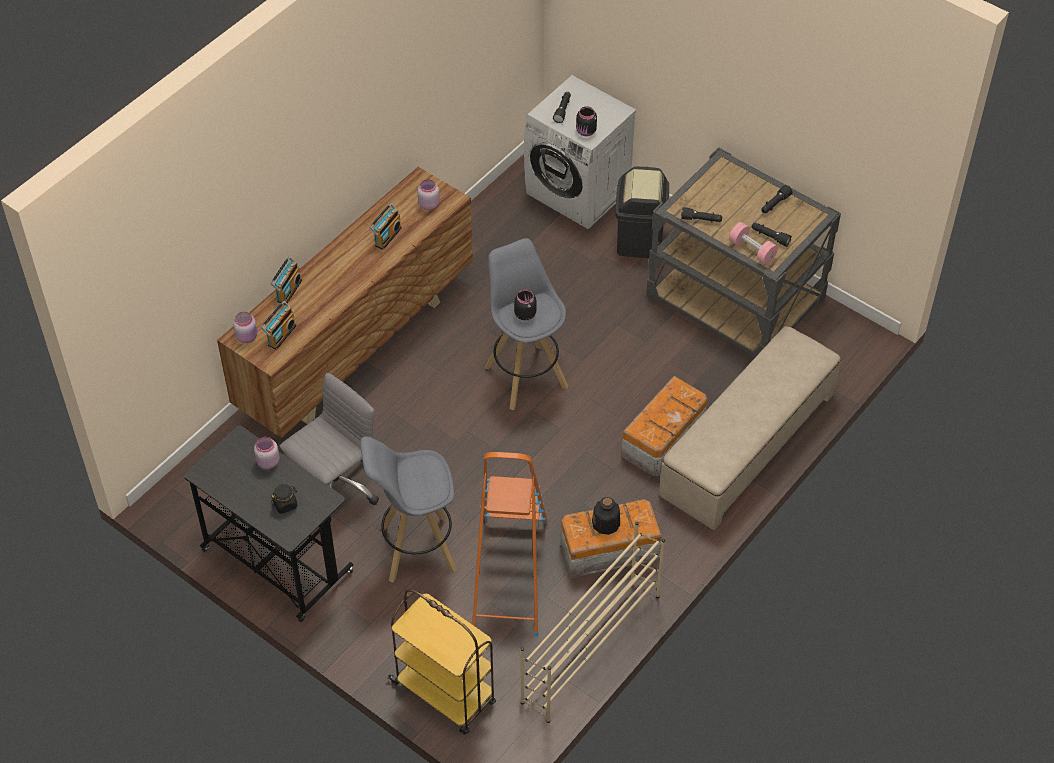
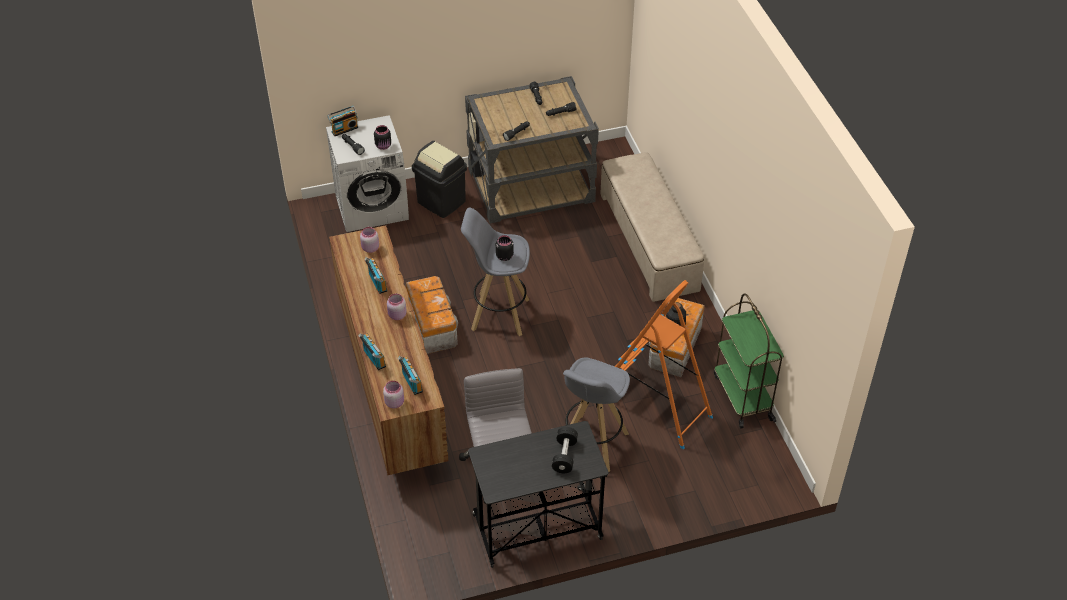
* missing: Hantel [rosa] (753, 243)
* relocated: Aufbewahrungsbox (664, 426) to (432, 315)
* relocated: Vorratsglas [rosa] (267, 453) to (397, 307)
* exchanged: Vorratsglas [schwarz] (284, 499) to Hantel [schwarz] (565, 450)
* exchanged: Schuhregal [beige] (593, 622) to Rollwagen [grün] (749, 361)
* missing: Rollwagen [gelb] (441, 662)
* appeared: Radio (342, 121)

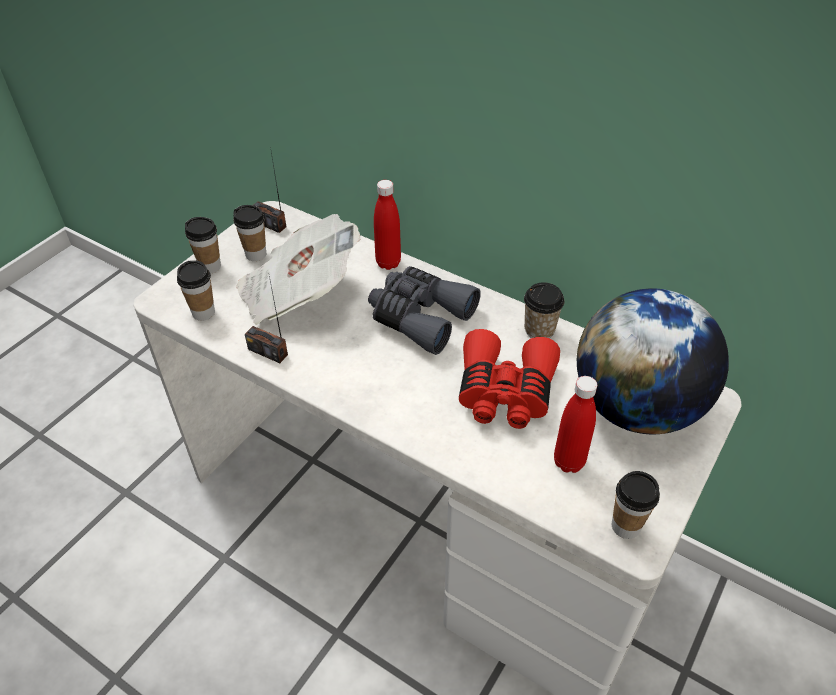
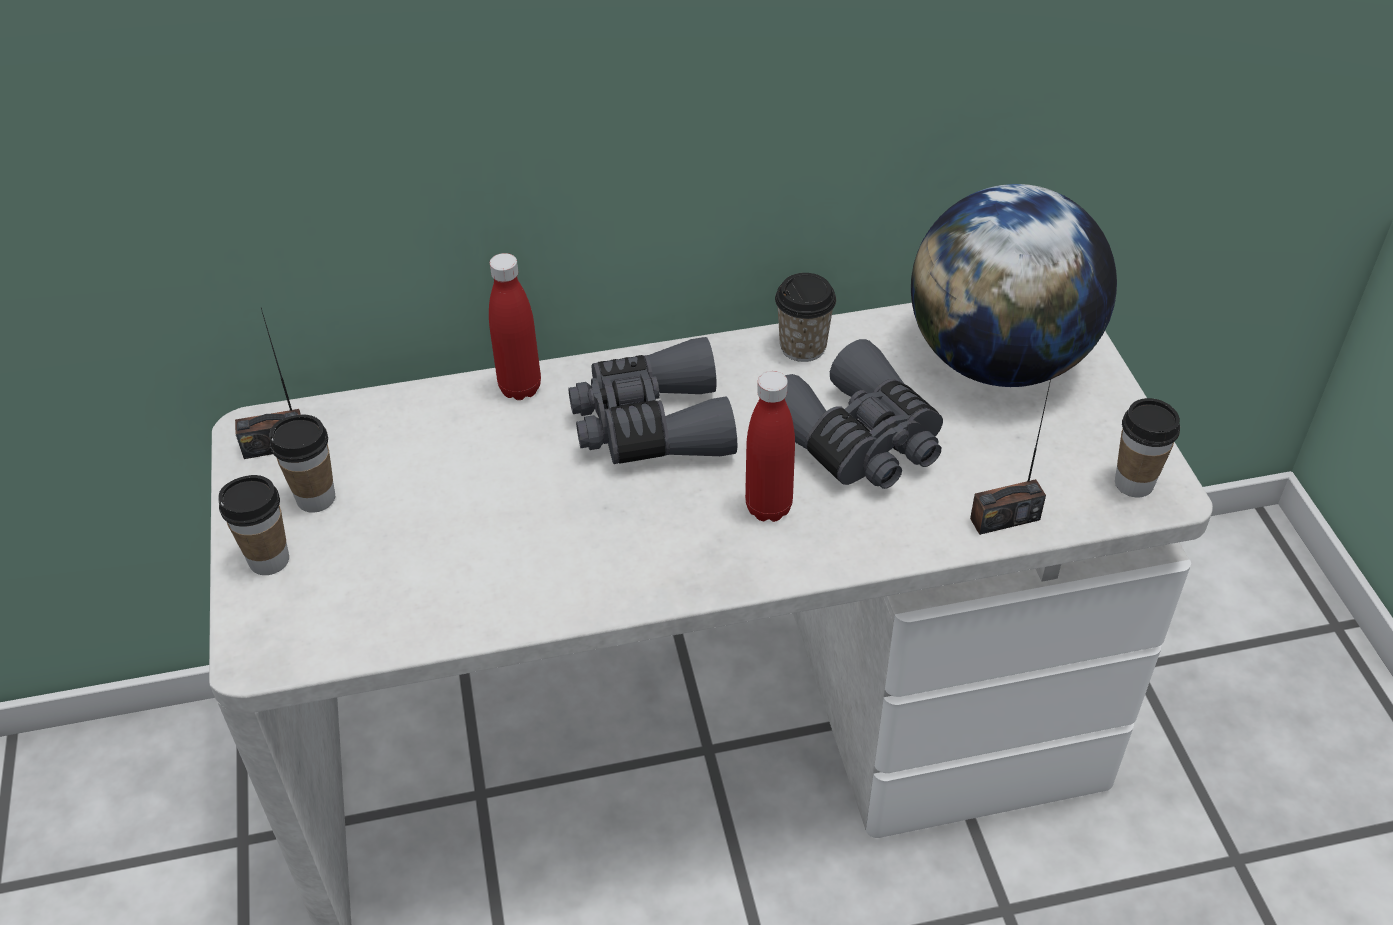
* missing: Zeitung (298, 269)
* missing: Tasse (196, 290)
* relocated: Radio (266, 319) to (1010, 457)
* colour: Fernglas [rot] (509, 379) to Fernglas [grau] (864, 414)
* relocated: Flasche [rot] (575, 424) to (770, 446)

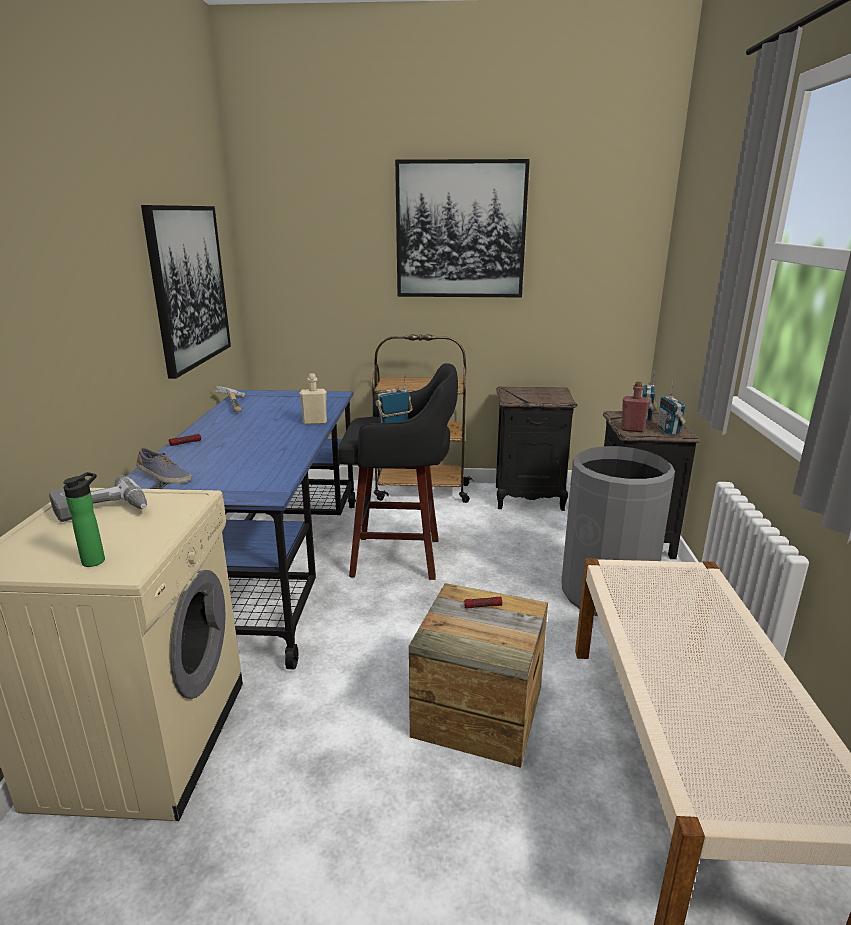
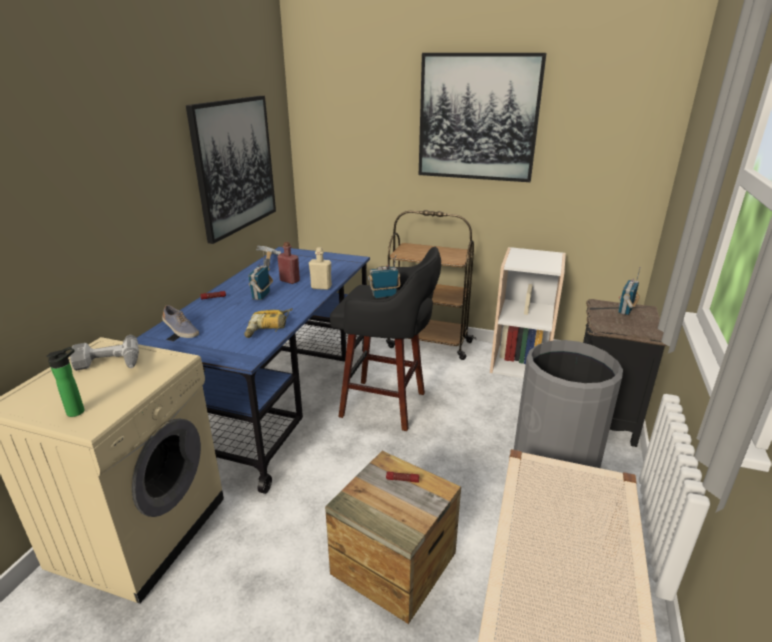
* relocated: Radio (672, 407) to (260, 276)
* relocated: Flasche [rot] (635, 407) to (288, 263)
* exchanged: Nachttisch [schwarz] (537, 448) to Bücherregal (528, 312)
* appeared: Bohrmaschine (268, 323)

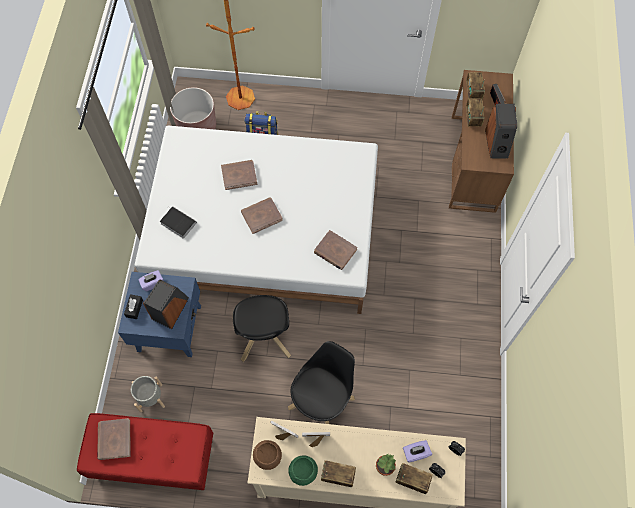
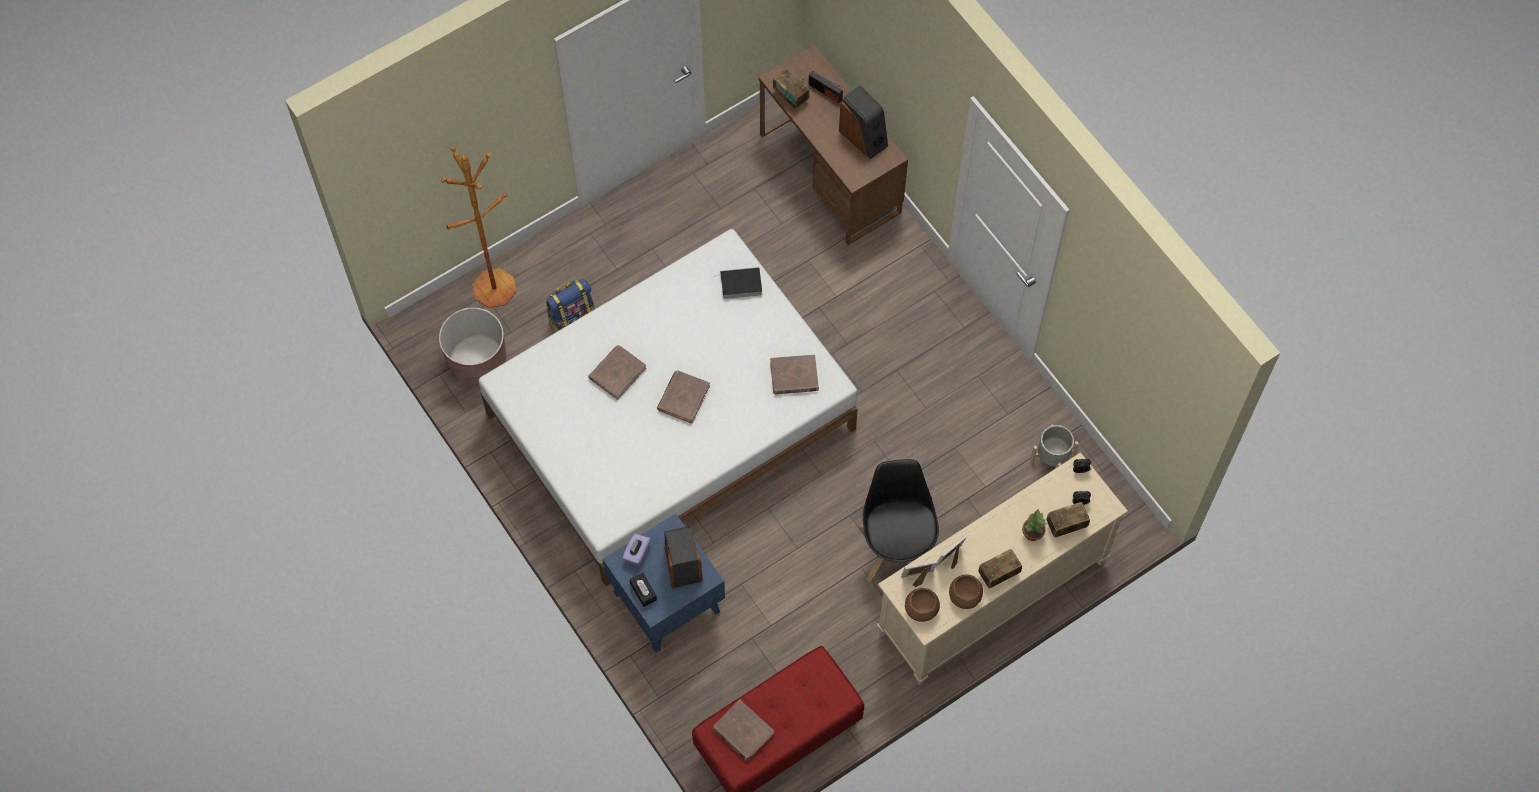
* missing: Radio (475, 112)
* relocated: Buch (178, 222) to (737, 283)
* missing: Stuhl [schwarz] (262, 328)
* relocated: Pflanzkübel [grau] (148, 394) to (1054, 447)
* missing: Taschentuchbox [lila] (417, 451)
* colour: Schüssel [grün] (303, 470) to Schüssel [braun] (966, 592)

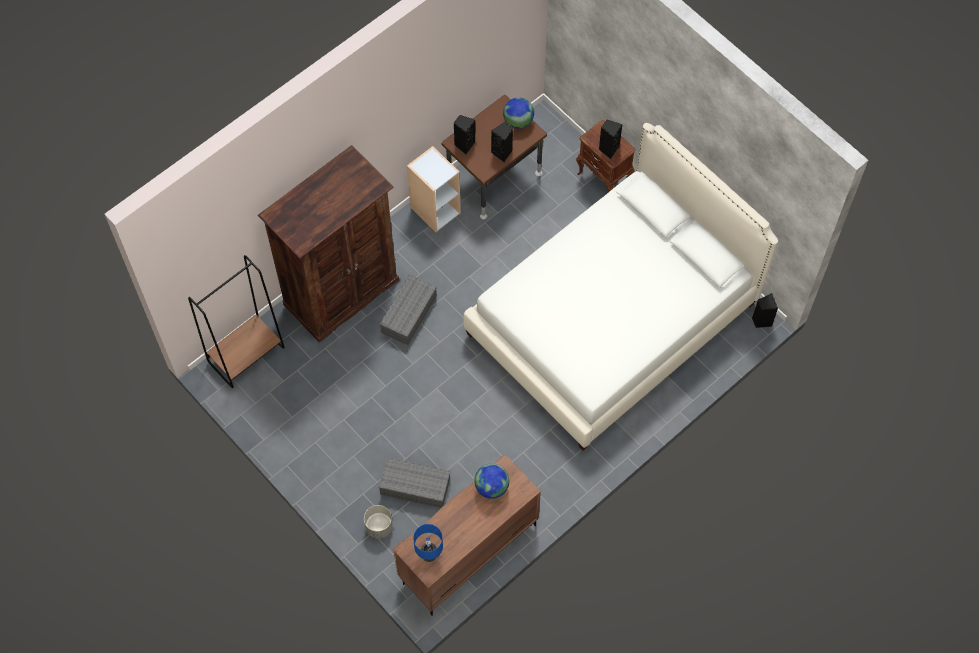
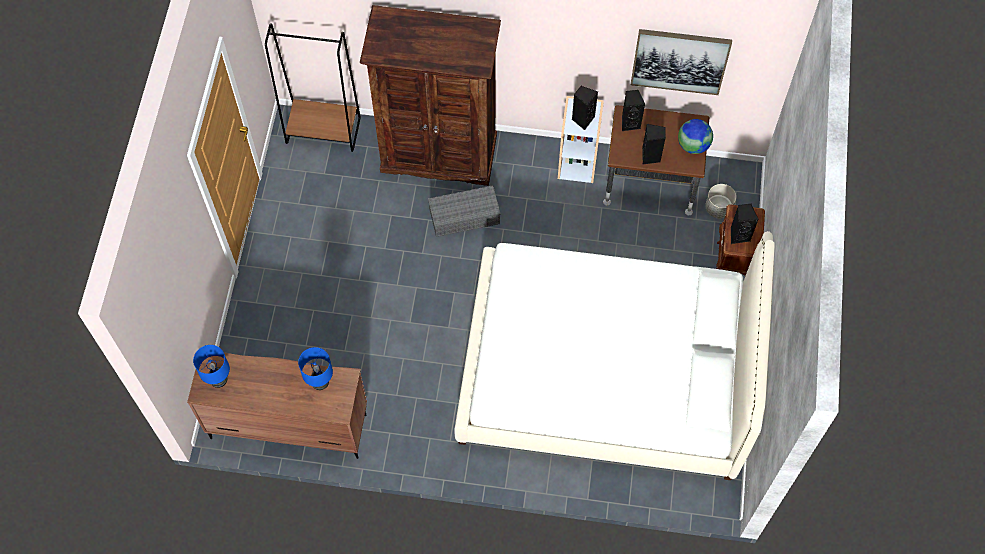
* relocated: Lautsprecher [schwarz] (765, 310) to (585, 108)
* missing: Aufbewahrungsbox [grau] (414, 483)
* exchanged: Globus (491, 481) to Tischlampe [blau] (315, 368)
* relocated: Pflanzkübel [grau] (378, 521) to (720, 201)
* appeared: Bild (681, 62)

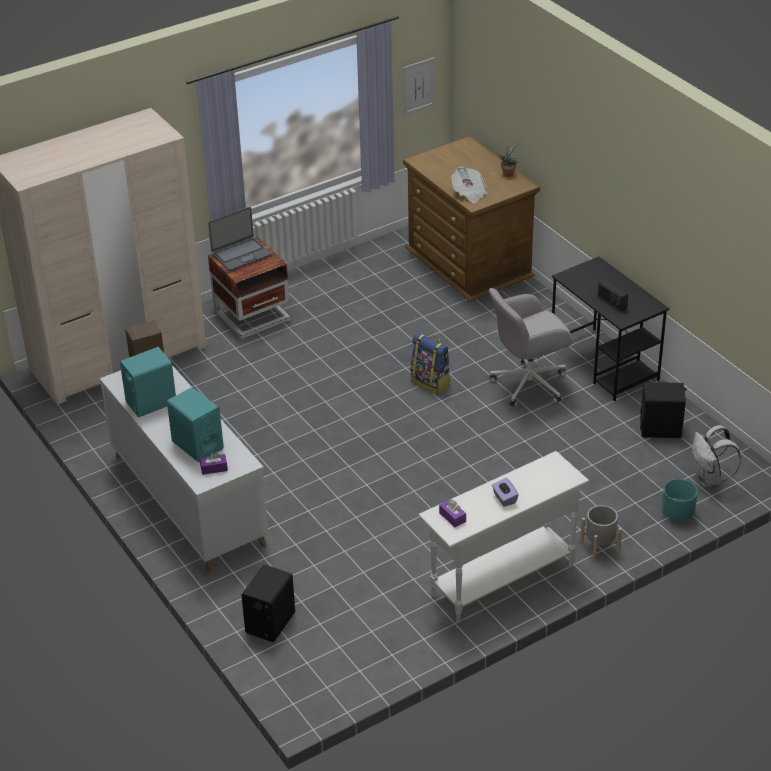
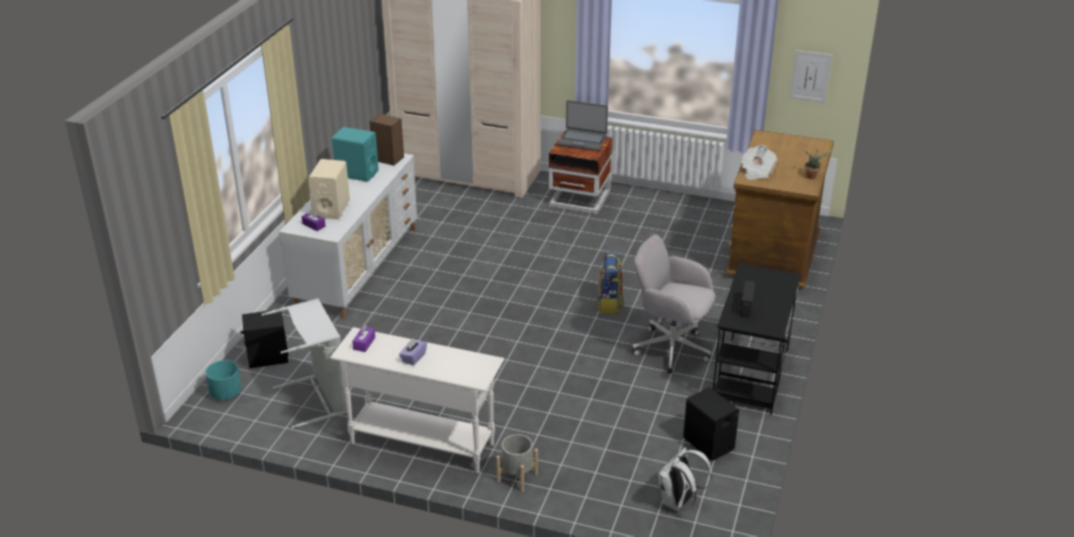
* colour: Lautsprecher [türkis] (195, 424) to Lautsprecher [beige] (329, 189)
* relocated: Pflanzkübel [türkis] (680, 500) to (223, 380)
* appeared: Wäschekorb [grau] (304, 363)

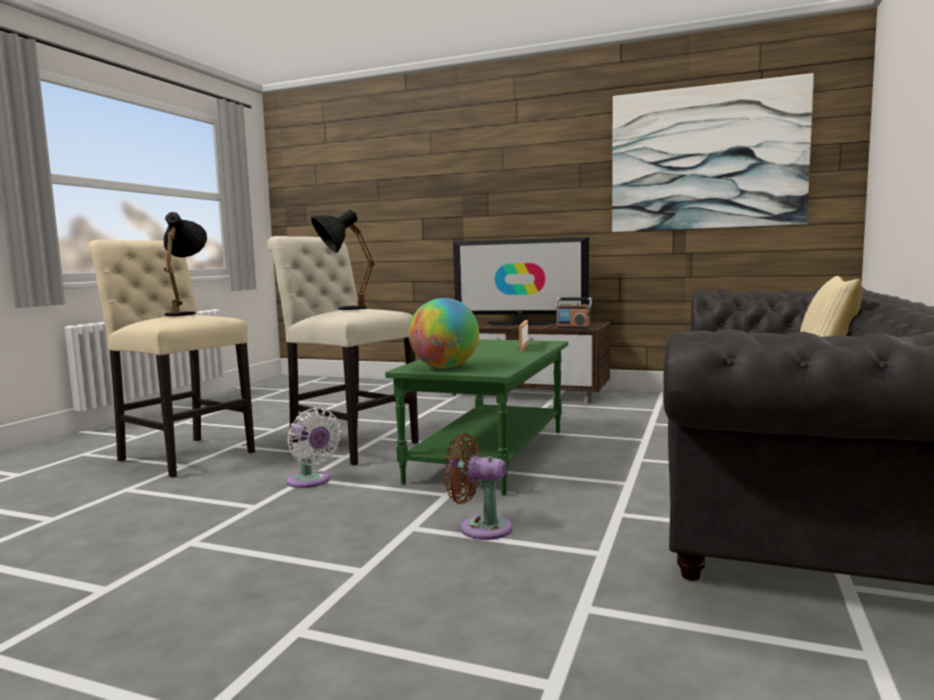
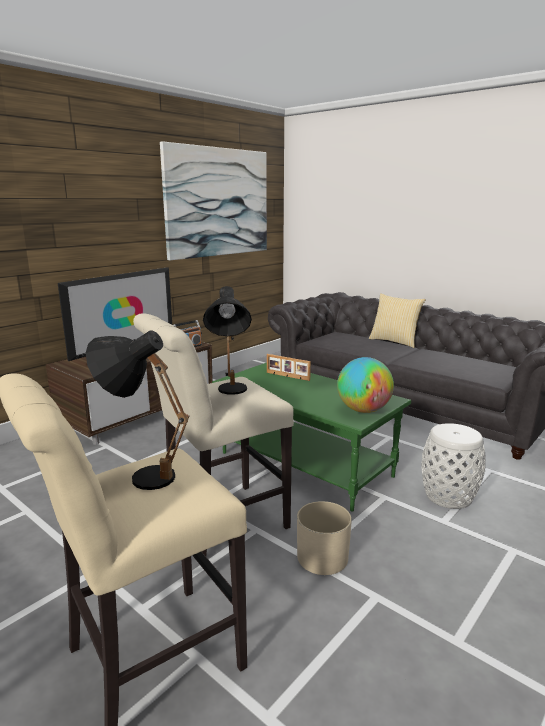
* exchanged: Ventilator [weiß] (314, 447) to Pflanzkübel [beige] (324, 538)
* exchanged: Ventilator [braun] (478, 486) to Hocker [weiß] (453, 466)

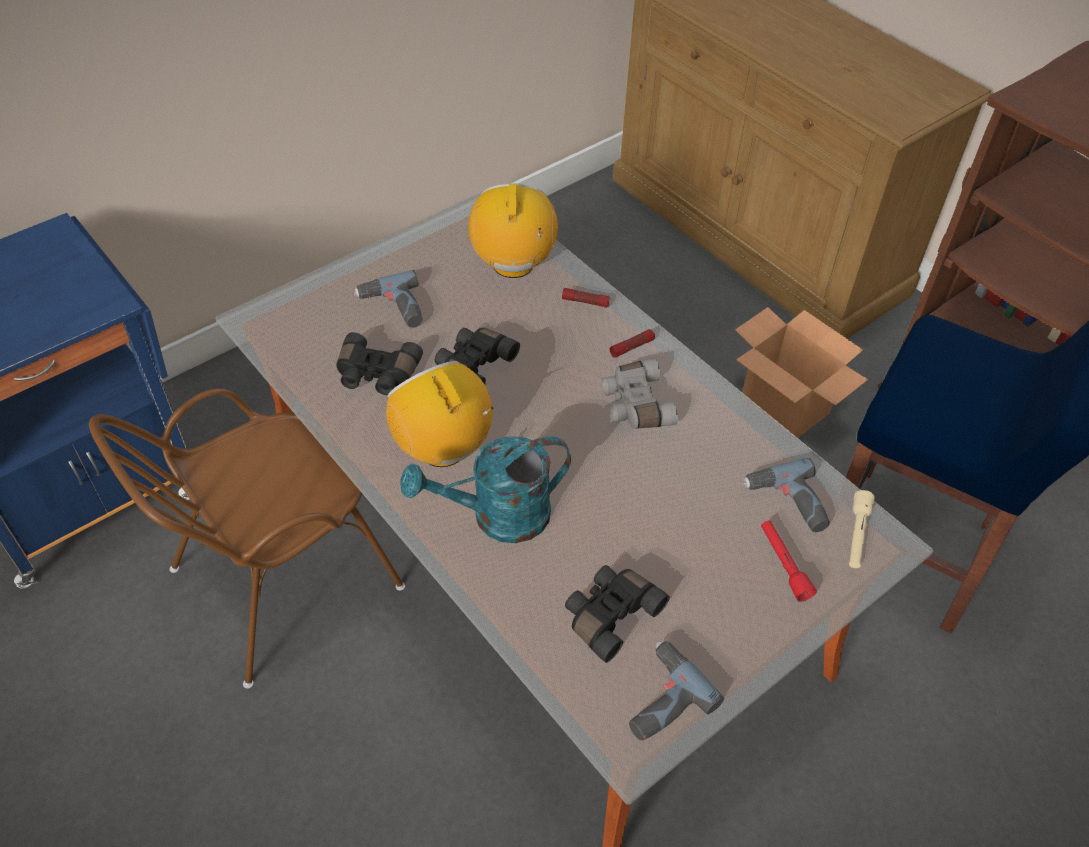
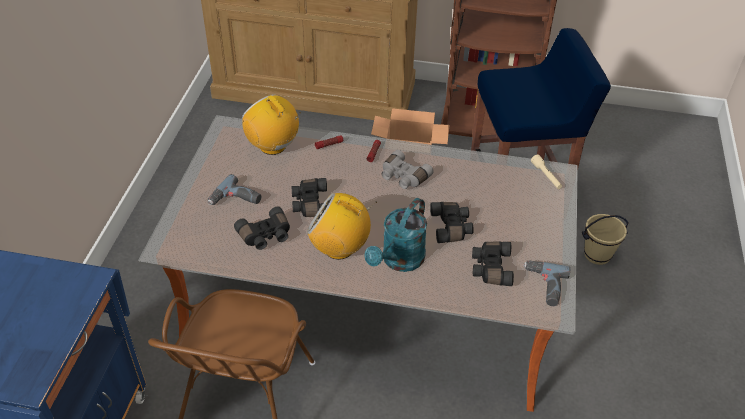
* missing: Bohrmaschine (786, 495)
* missing: Taschenlampe [rot] (789, 561)
* appeared: Fernglas [schwarz] (452, 222)
* appeared: Eimer [beige] (605, 239)

